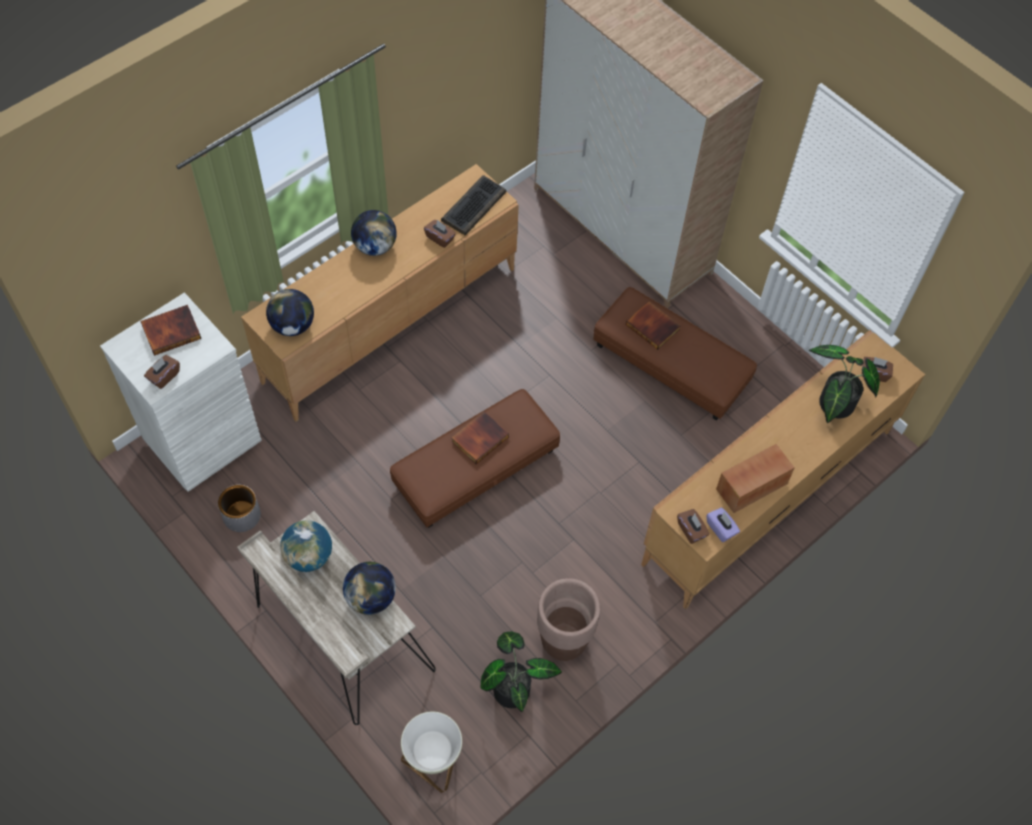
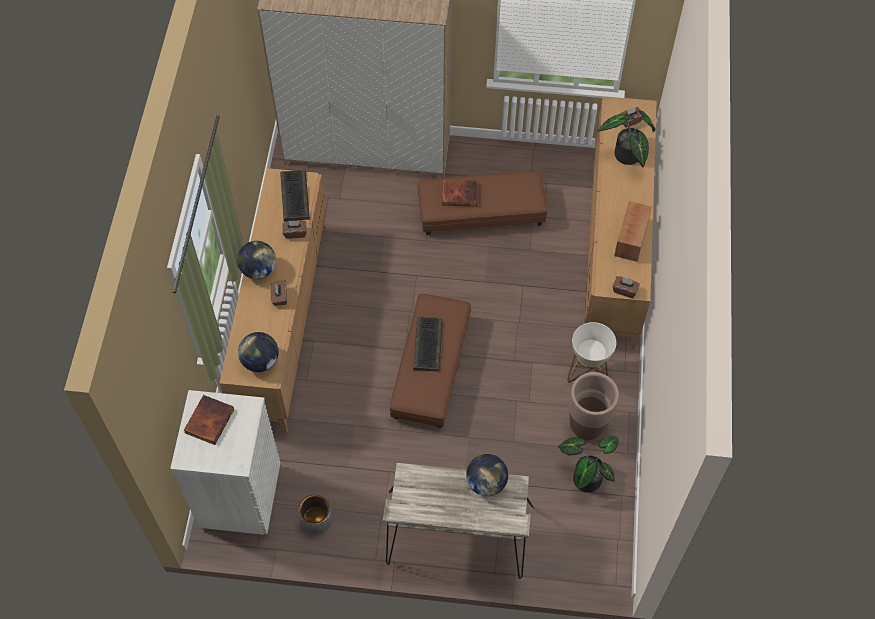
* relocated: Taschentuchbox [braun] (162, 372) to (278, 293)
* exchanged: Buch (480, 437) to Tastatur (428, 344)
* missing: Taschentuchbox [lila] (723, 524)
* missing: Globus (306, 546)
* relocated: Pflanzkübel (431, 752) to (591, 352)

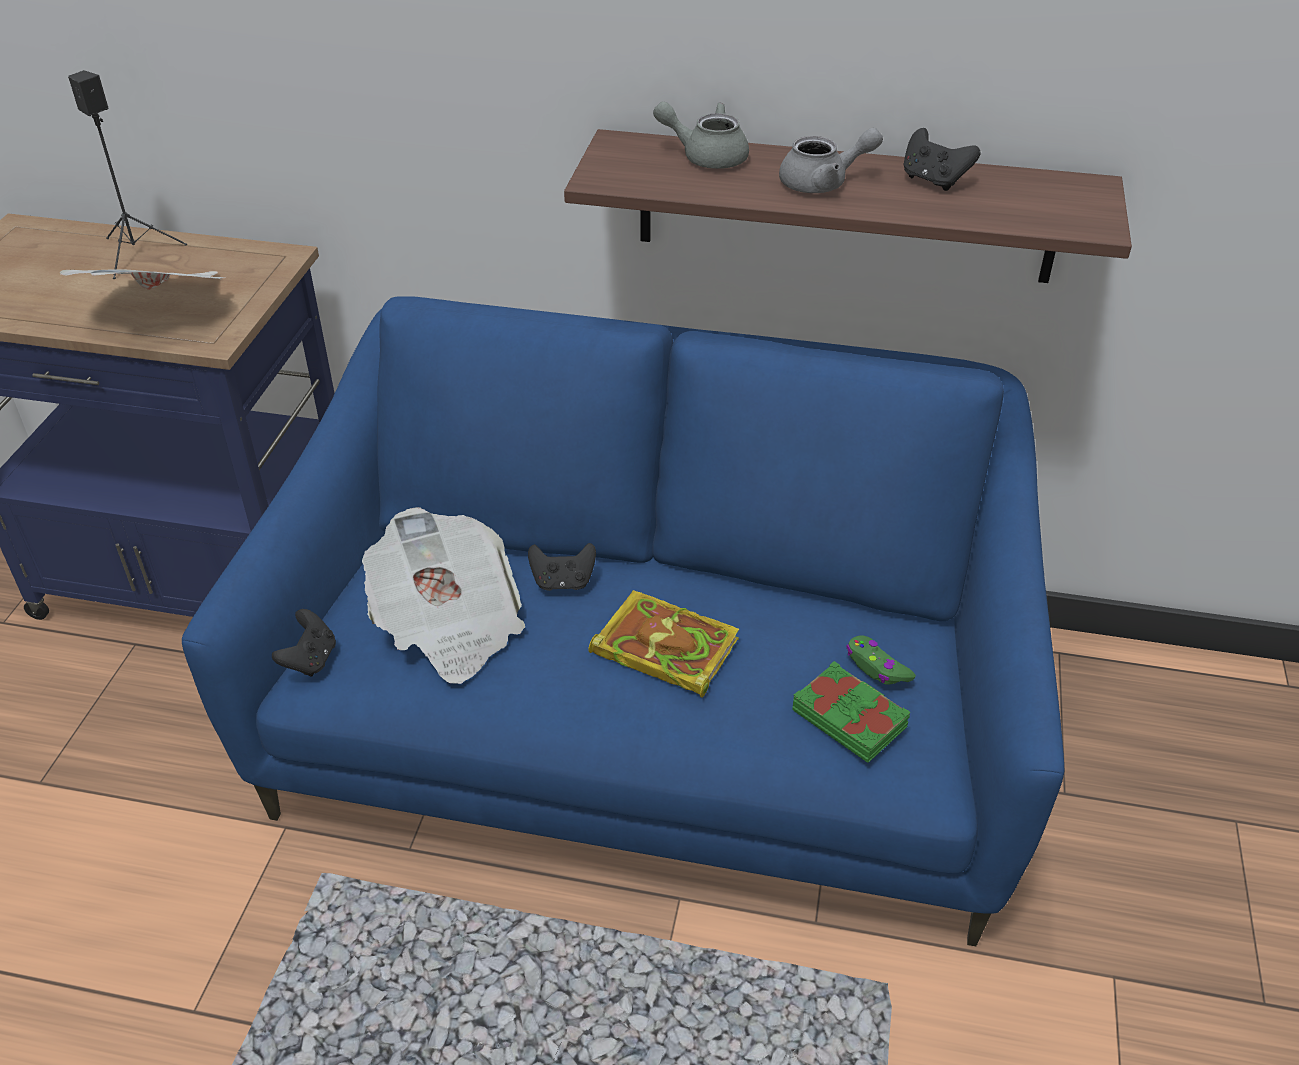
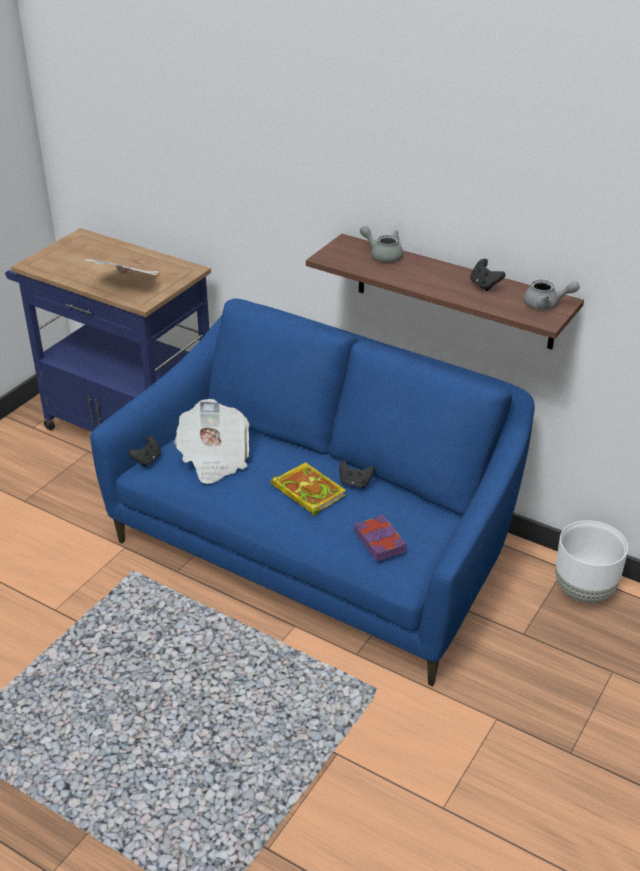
* missing: Lautsprecher [schwarz] (127, 174)
* relocated: Teekanne [grau] (831, 160) to (551, 294)
* relocated: Gamepad [schwarz] (562, 567) to (357, 474)
* missing: Gamepad [grün] (881, 660)
* colour: Buch [grün] (851, 712) to Buch [lila] (380, 537)
* appeared: Pflanzkübel [weiß] (591, 561)

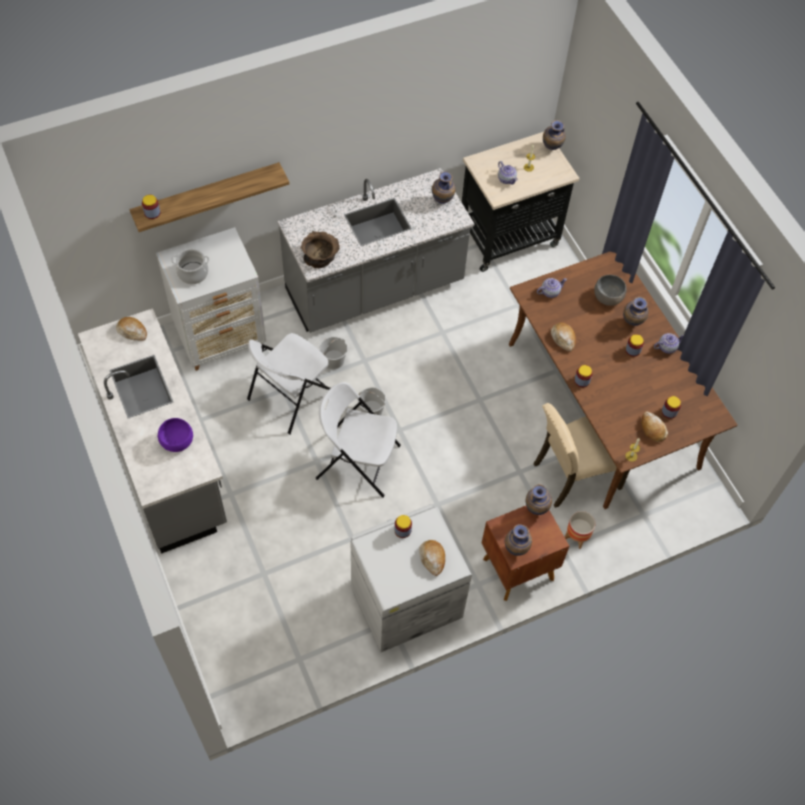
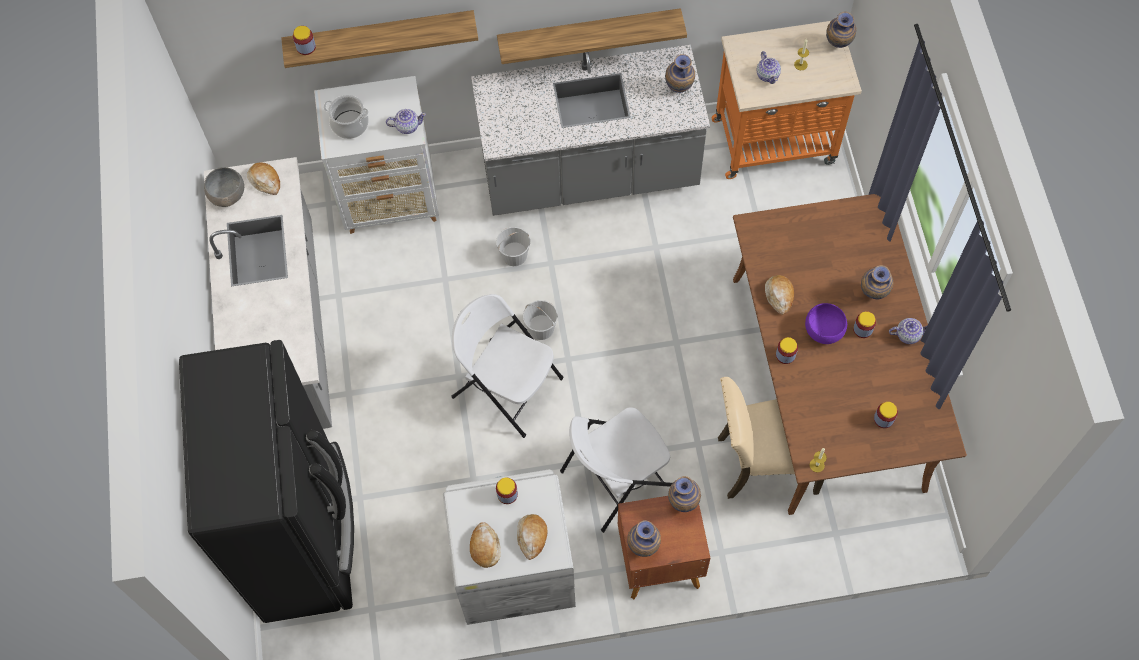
* colour: Rollwagen [schwarz] (521, 202) to Rollwagen [orange] (786, 100)
* missing: Schüssel [braun] (320, 249)
* relocated: Schüssel [grau] (610, 290) to (224, 187)
* relocated: Teekanne (552, 288) to (406, 121)
* relocated: Stuhl [weiß] (288, 384) to (616, 470)
* relocated: Brot (654, 426) to (485, 545)
* relocated: Schüssel [lila] (175, 435) to (826, 323)
* missing: Pflanzkübel (580, 530)
* appeared: Wandregal (592, 36)
* appeared: Kühlschrank [schwarz] (266, 481)

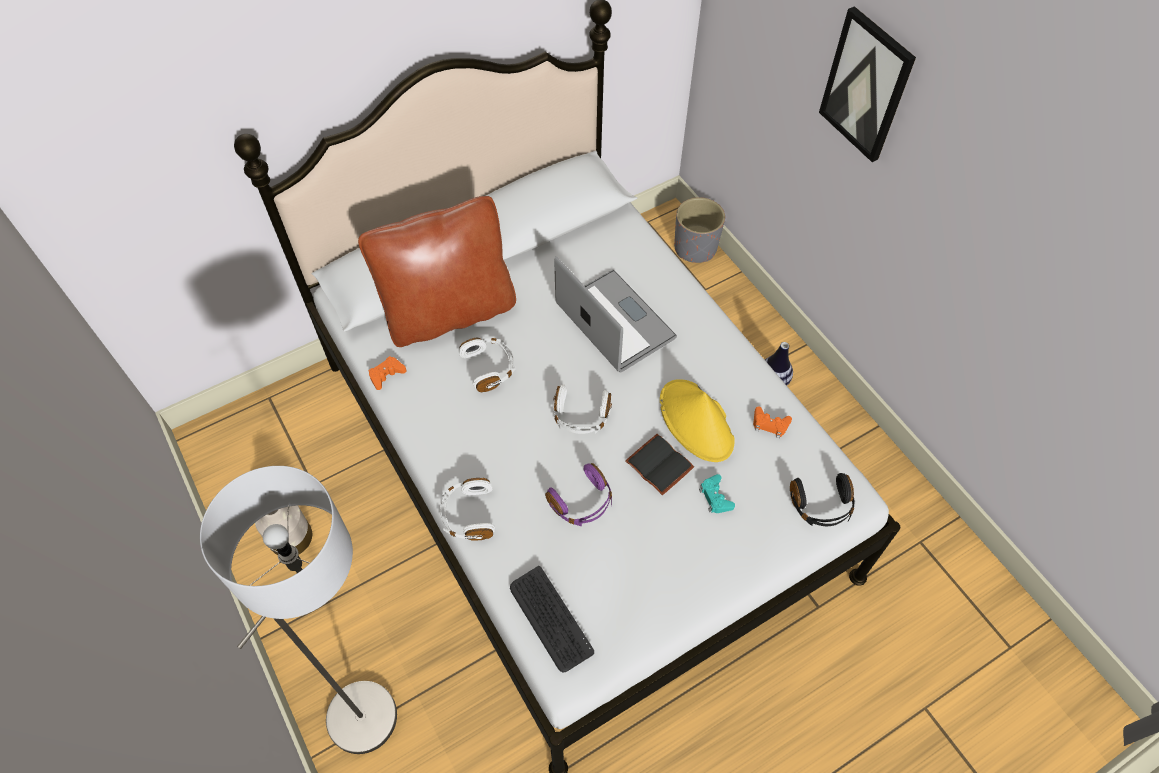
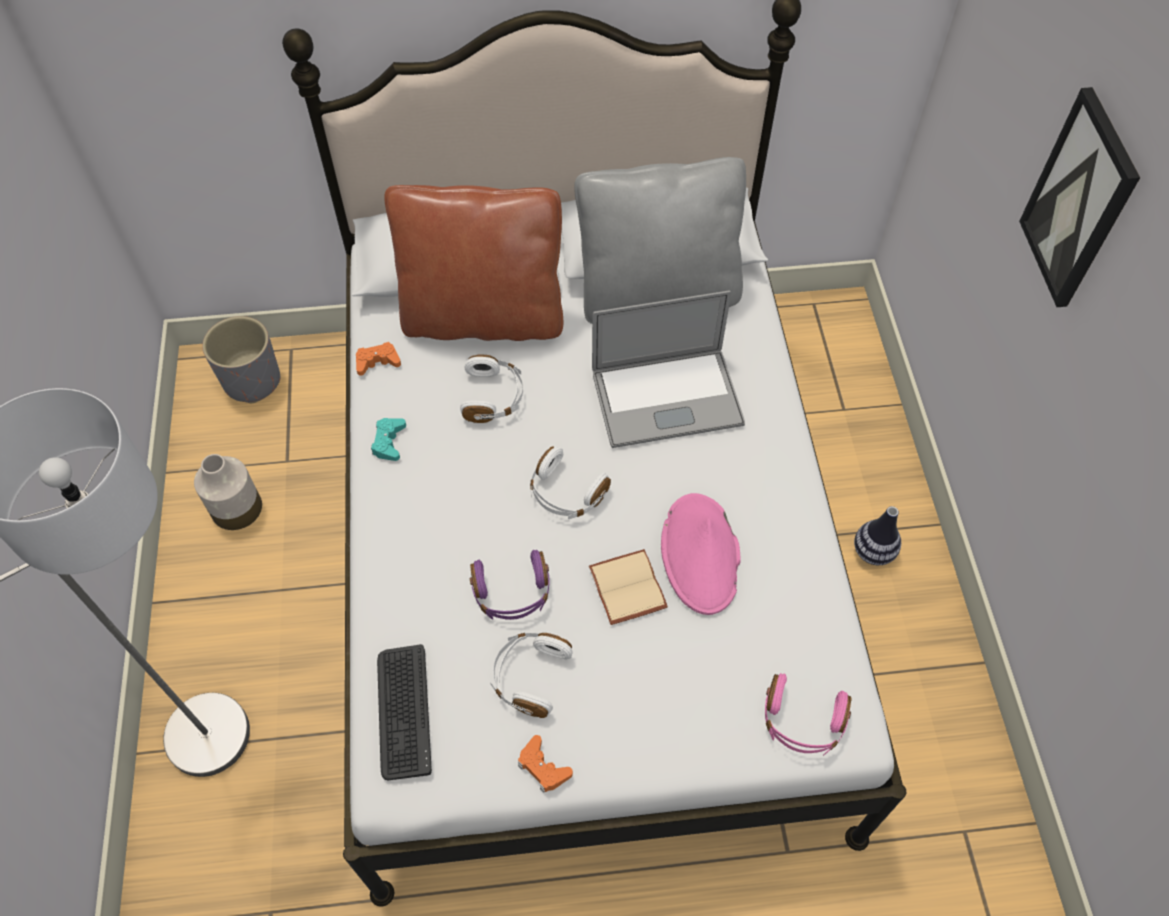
* relocated: Pflanzkübel [grau] (699, 230) to (241, 359)
* spun: Laptop (615, 314) = (668, 369) 90 degrees clockwise
* colour: Hut [gelb] (697, 420) to Hut [rosa] (701, 554)
* relocated: Gamepad [orange] (772, 422) to (545, 764)
* colour: Buch [schwarz] (659, 464) to Buch [beige] (628, 587)
* colour: Kopfhörer [schwarz] (822, 499) to Kopfhörer [rosa] (808, 714)
* relocated: Gamepad [türkis] (717, 493) to (388, 439)
* relocated: Kopfhörer [weiß] (467, 509) to (531, 675)
* appeared: Kissen [grau] (660, 240)

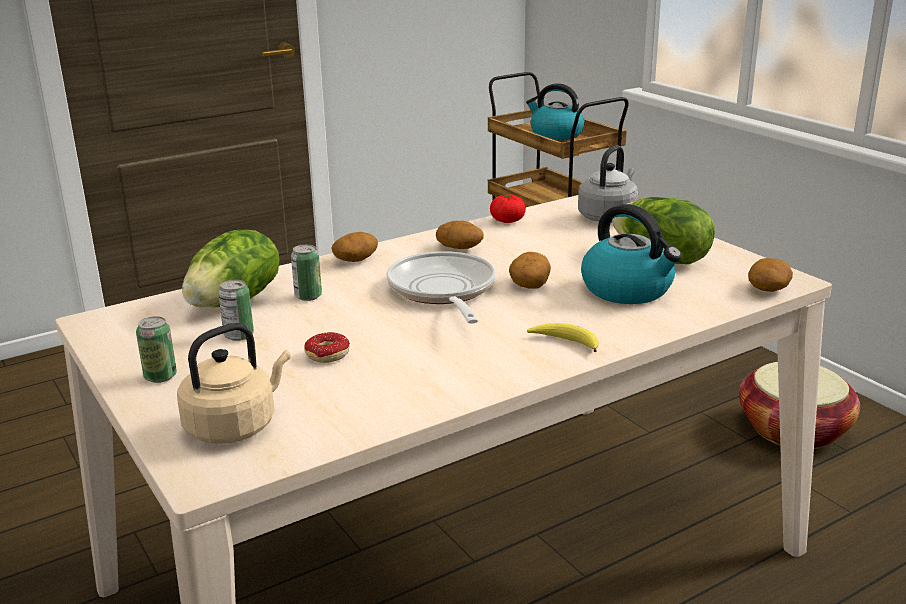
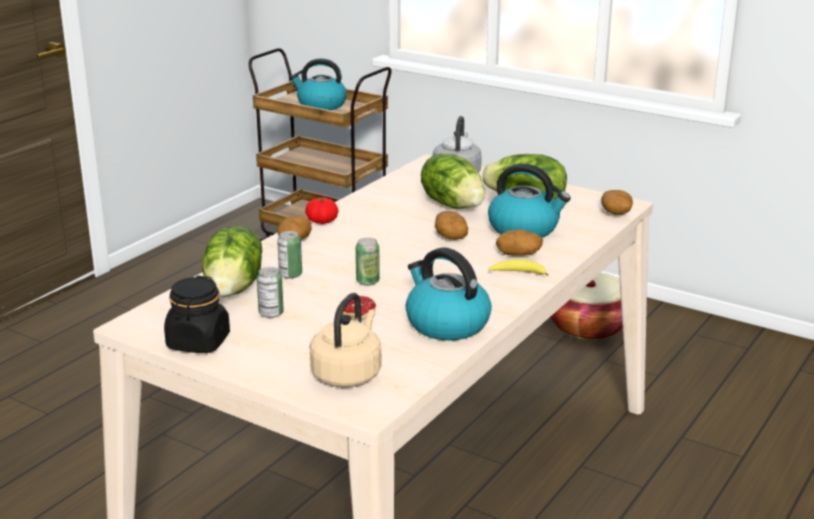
* relocated: Tomate (508, 208) to (321, 210)
* relocated: Kartoffel (460, 235) to (519, 243)
* missing: Pfanne (441, 287)
* relocated: Dose (156, 349) to (368, 261)
* appeared: Salatkopf (453, 181)
* appeared: Wasserkessel (448, 293)
* appeared: Vorratsglas [schwarz] (197, 314)

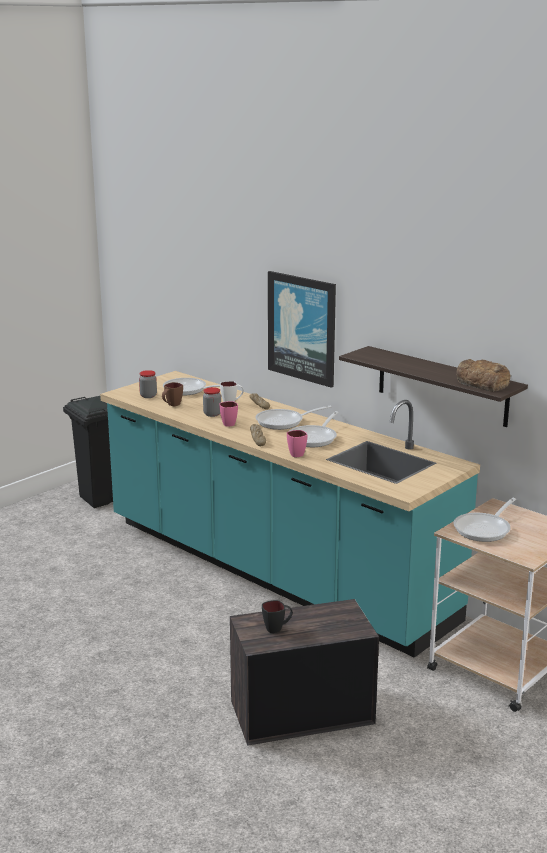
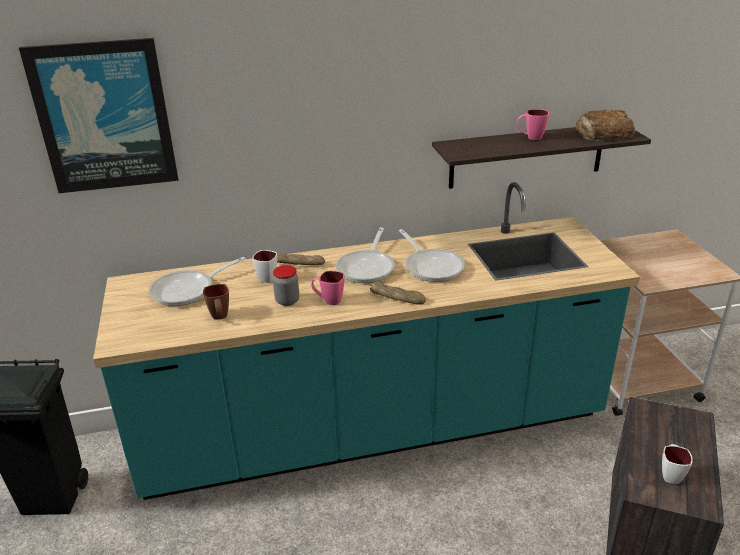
* relocated: Bild (302, 329) to (98, 115)
* missing: Vorratsglas (148, 384)
* relocated: Henkelbecher [rosa] (297, 443) to (533, 124)
* missing: Pfanne (484, 520)
* colour: Henkelbecher [schwarz] (277, 616) to Henkelbecher [weiß] (677, 464)

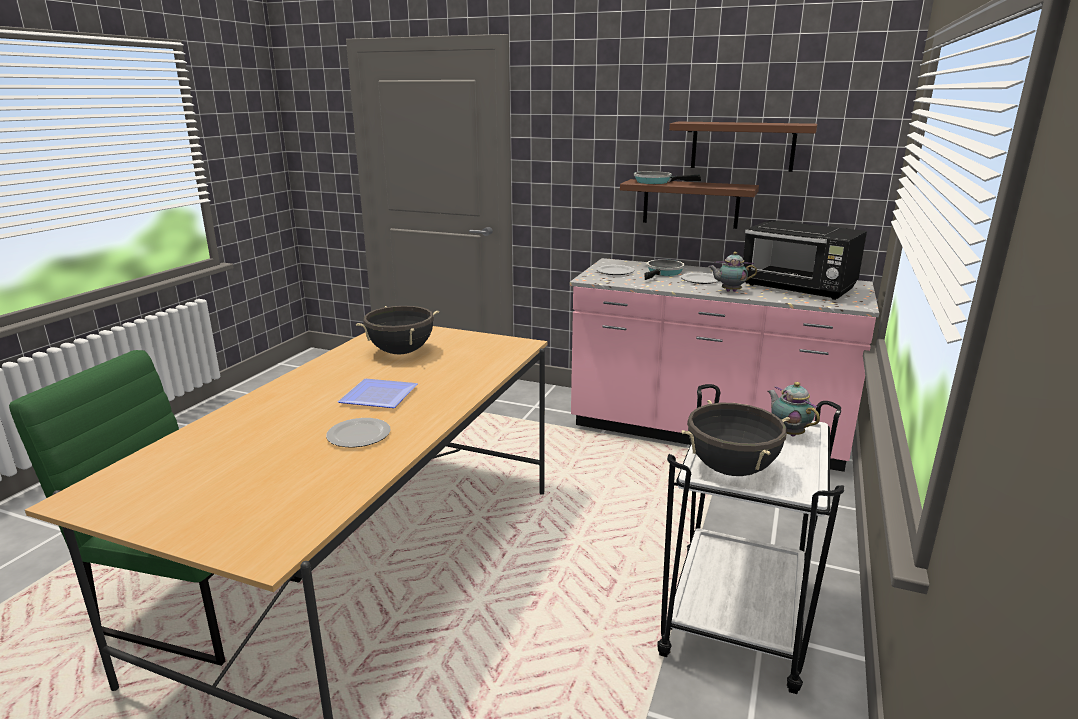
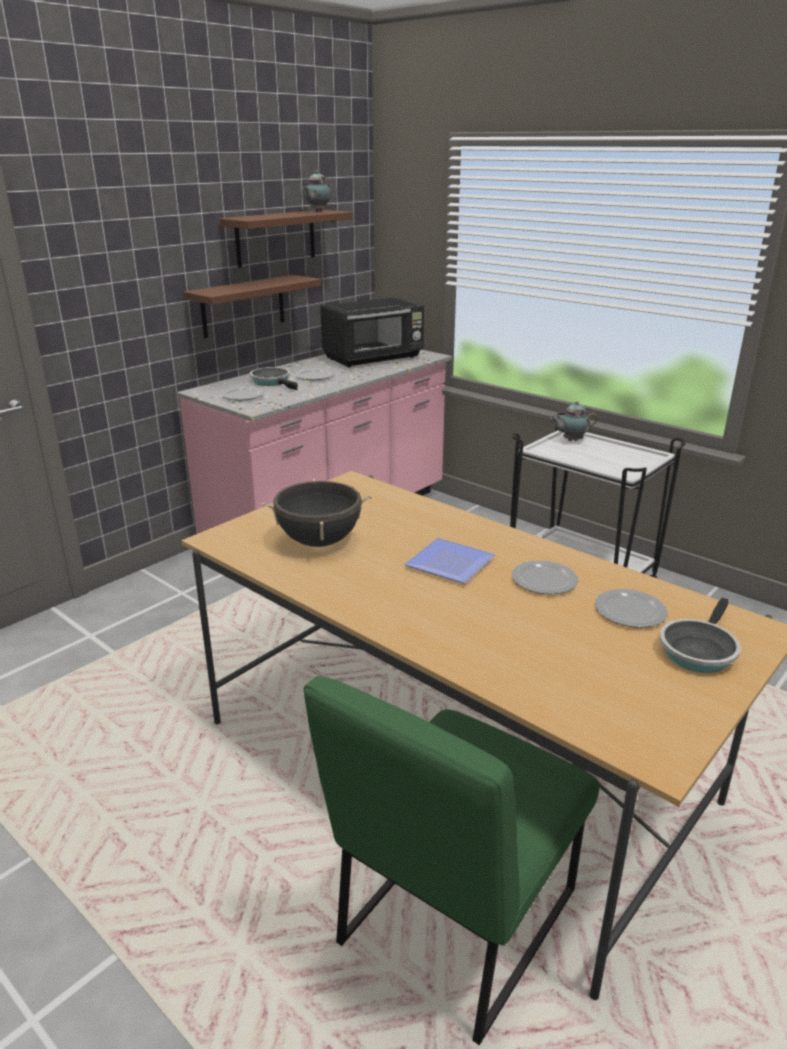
* relocated: Pfanne (667, 177) to (700, 635)
* relocated: Teekanne (732, 272) to (317, 191)
* missing: Kochtopf [schwarz] (735, 438)
* appeared: Teller (631, 608)

